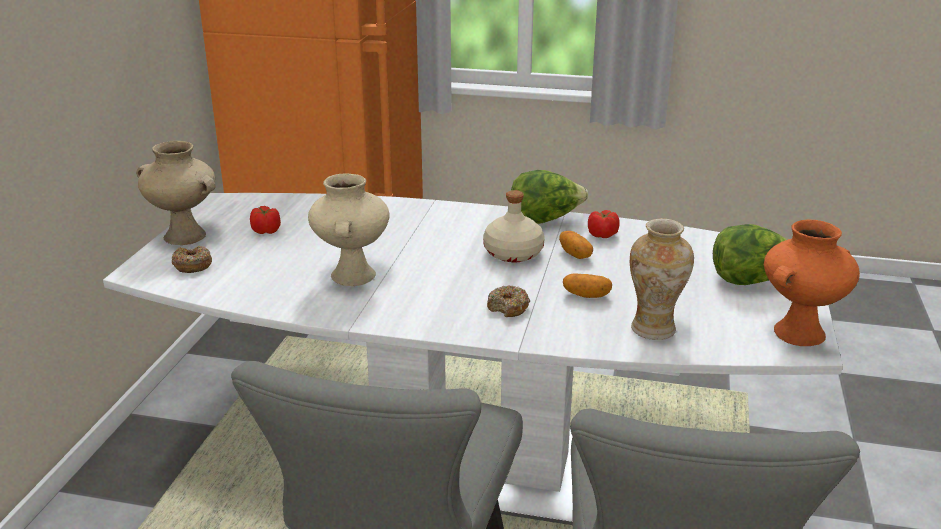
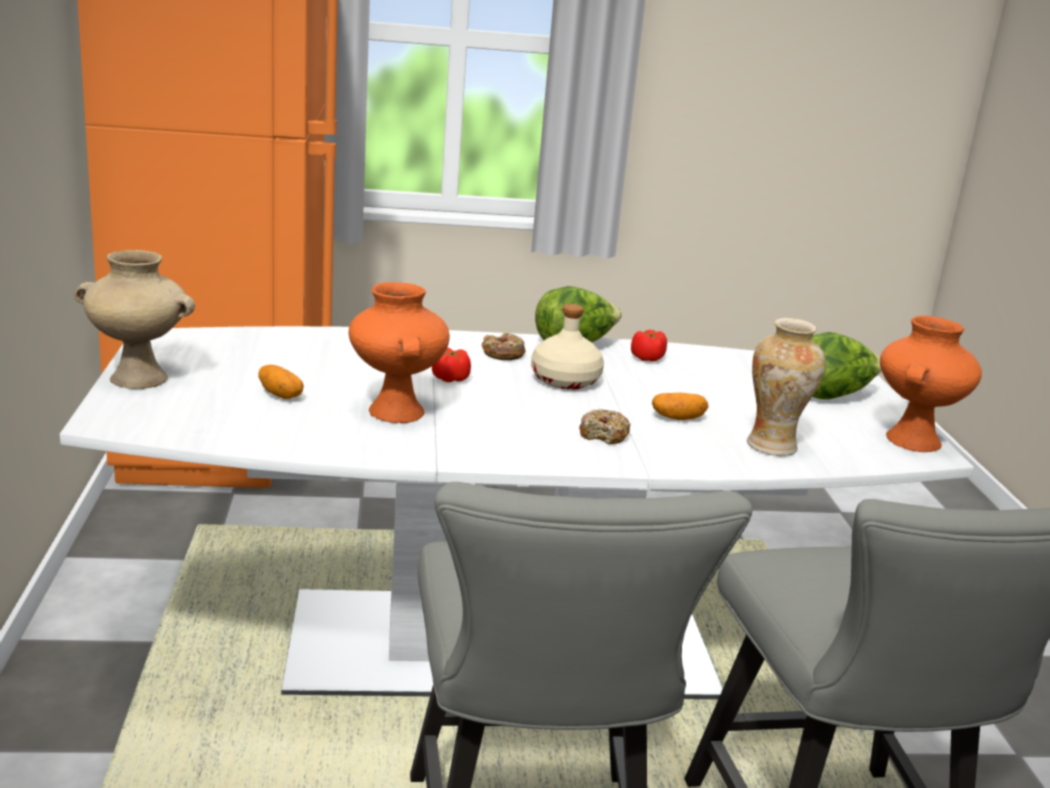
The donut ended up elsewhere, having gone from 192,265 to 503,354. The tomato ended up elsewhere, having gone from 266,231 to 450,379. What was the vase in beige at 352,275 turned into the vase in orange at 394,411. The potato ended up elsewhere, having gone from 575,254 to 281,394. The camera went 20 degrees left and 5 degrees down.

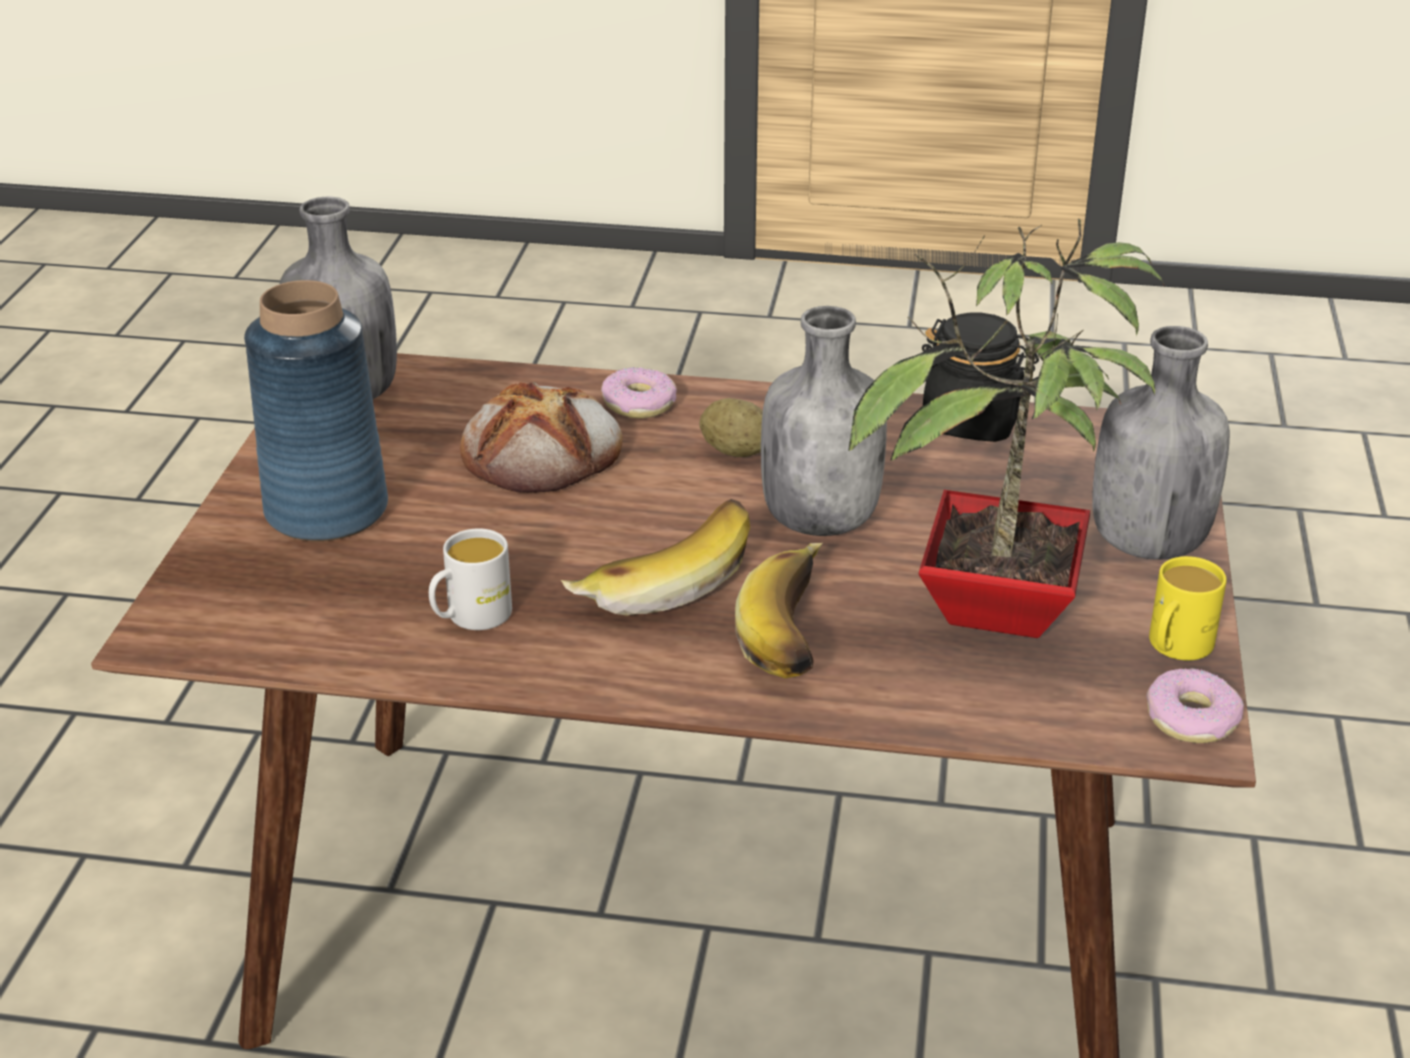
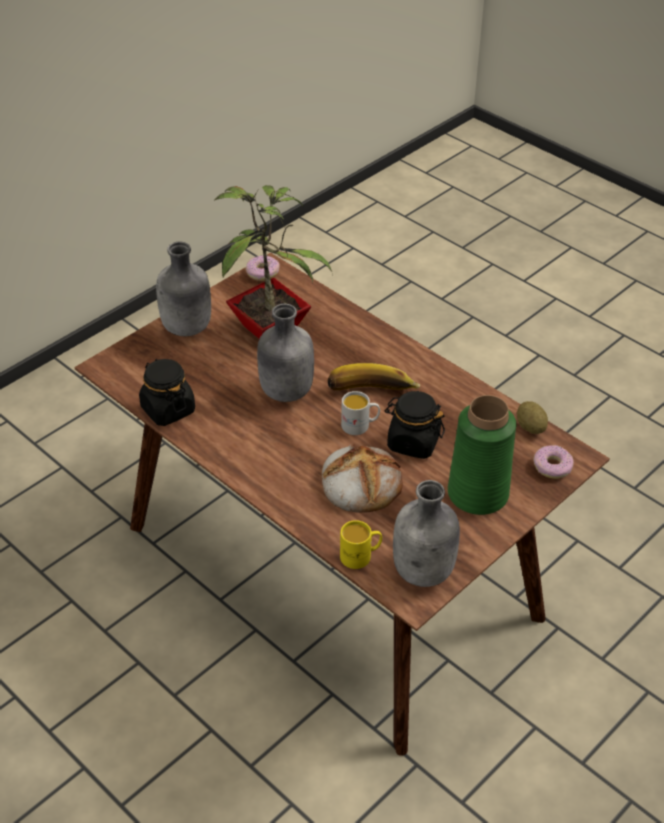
What was the vase in blue at 326,510 turned into the vase in green at 477,494. The mug in white ended up elsewhere, having gone from 470,617 to 360,425. The donut ended up elsewhere, having gone from 639,403 to 552,466. The potato ended up elsewhere, having gone from 736,451 to 530,427. The second view lost the banana at 800,635. The mug in yellow ended up elsewhere, having gone from 1175,648 to 361,556. The second view gained the jar in black at 413,442. The camera went 145 degrees left and 10 degrees up.

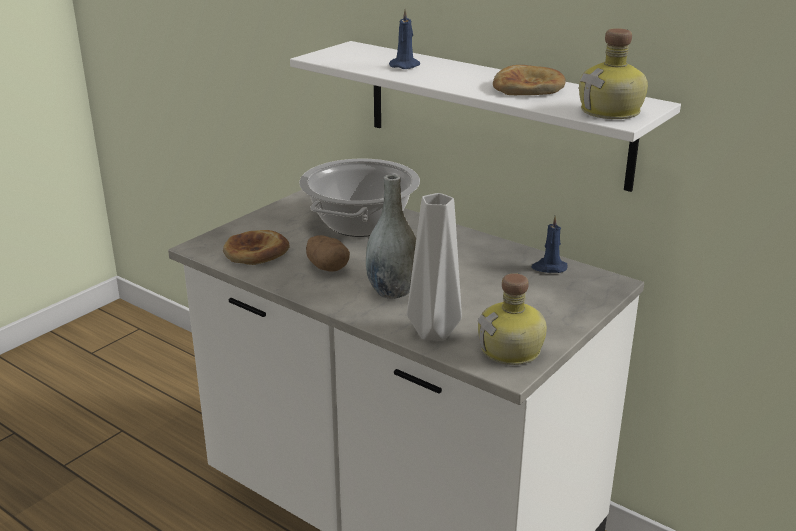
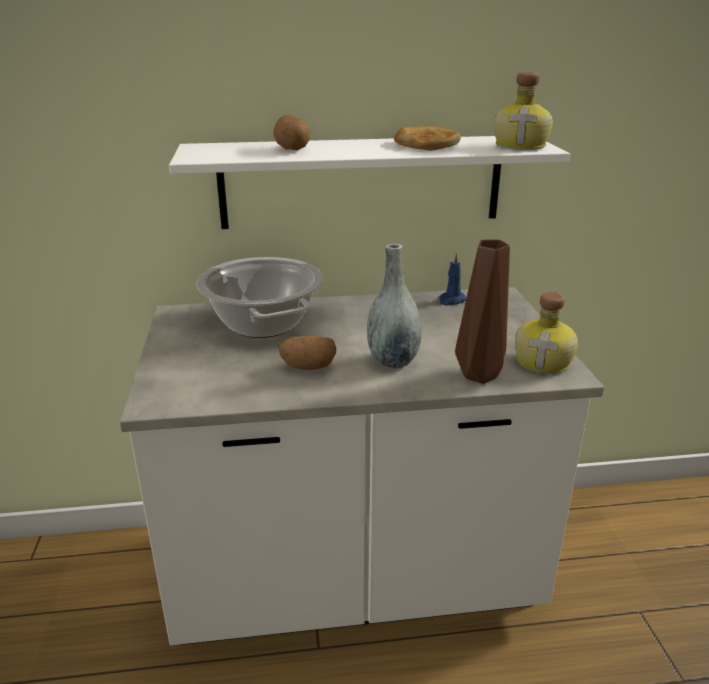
The second view lost the bread at 255,252. Where the candle in blue stood at 405,66, the potato came to stand at 293,149. What was the vase in grey at 434,334 turned into the vase in brown at 481,376. The camera went 45 degrees left and 0 degrees up.

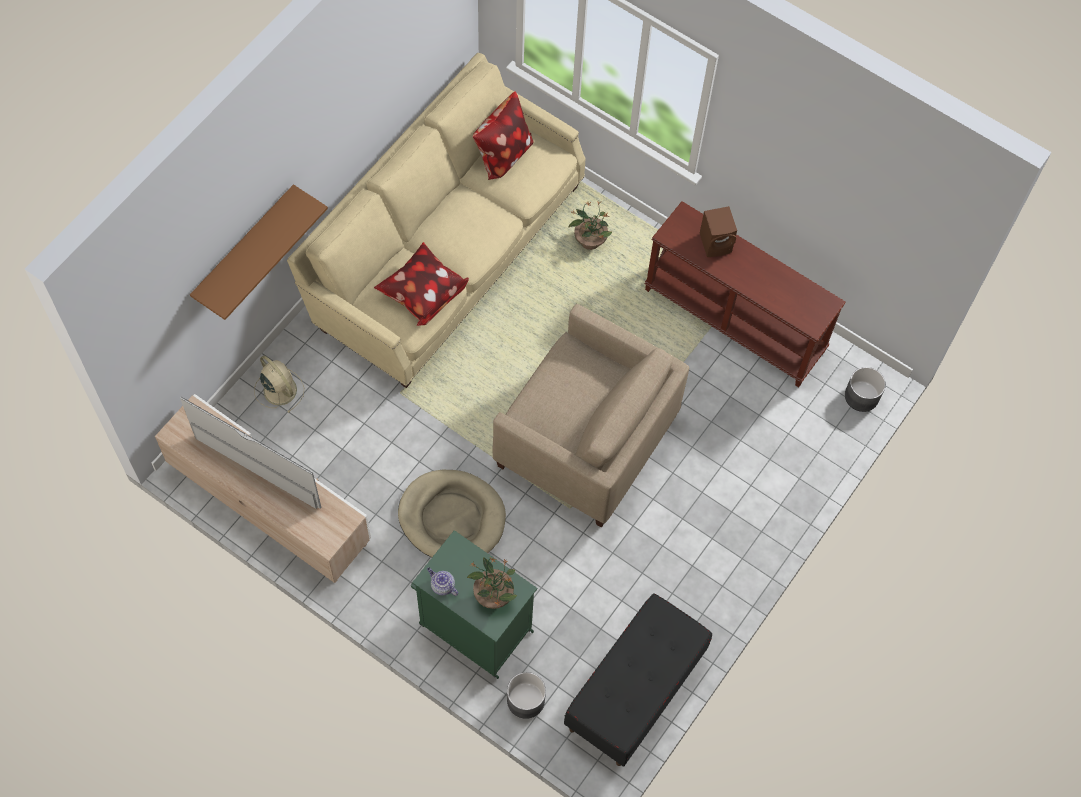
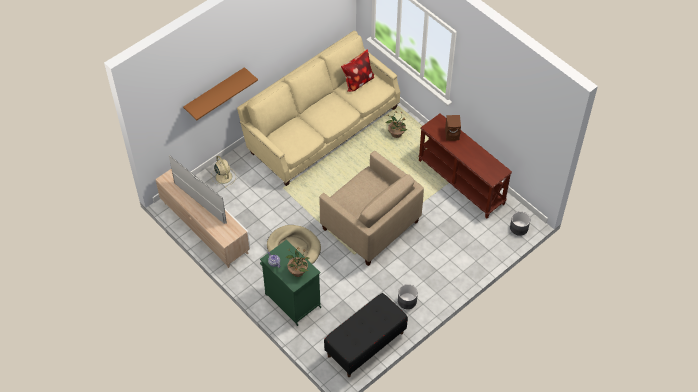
The second view lost the pillow at 422,294. The planter in grey ended up elsewhere, having gone from 525,700 to 407,301. The camera went 15 degrees right and 10 degrees down.

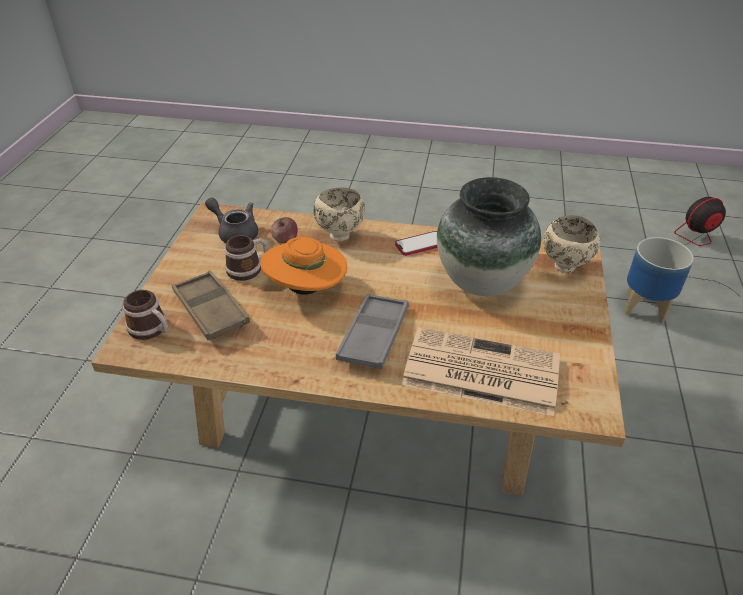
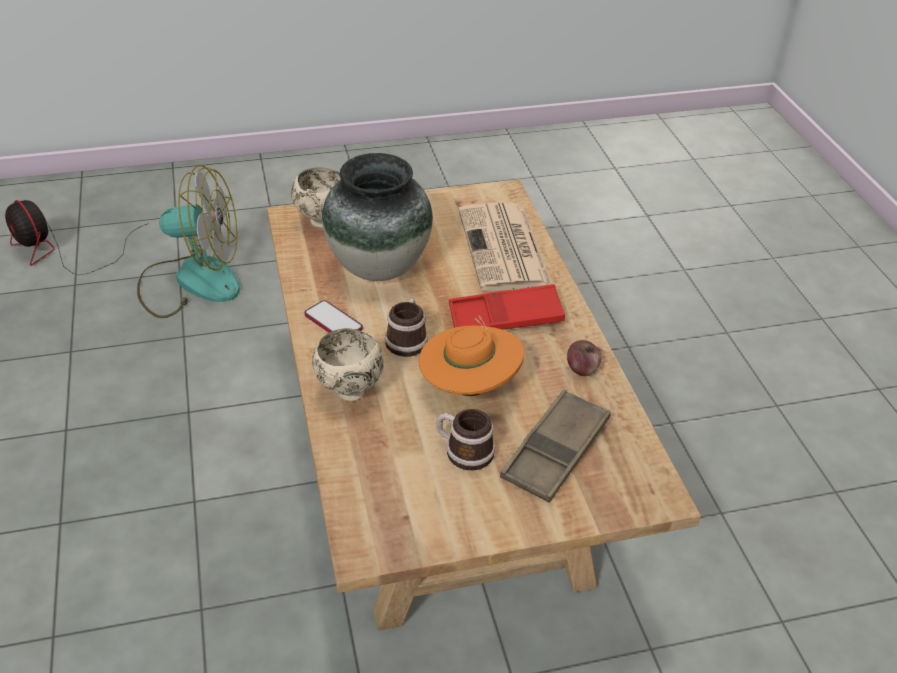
The mug ended up elsewhere, having gone from 152,330 to 407,339. The second view lost the teapot in grey at 235,233. The apple ended up elsewhere, having gone from 285,240 to 582,369. What was the tray in grey at 374,336 turned into the tray in red at 505,317. Where the planter stood at 645,307, the fan came to stand at 191,281. The camera went 115 degrees left and 0 degrees up.

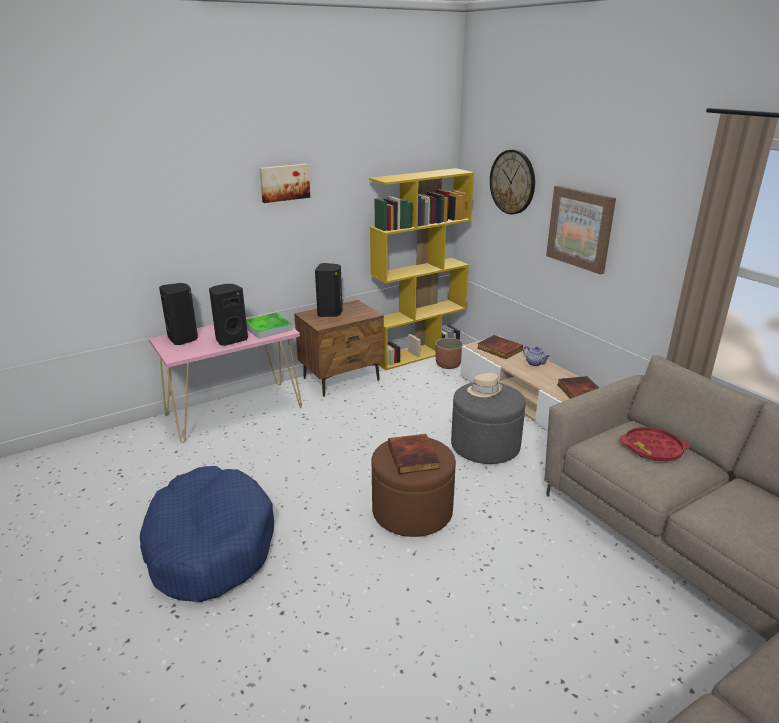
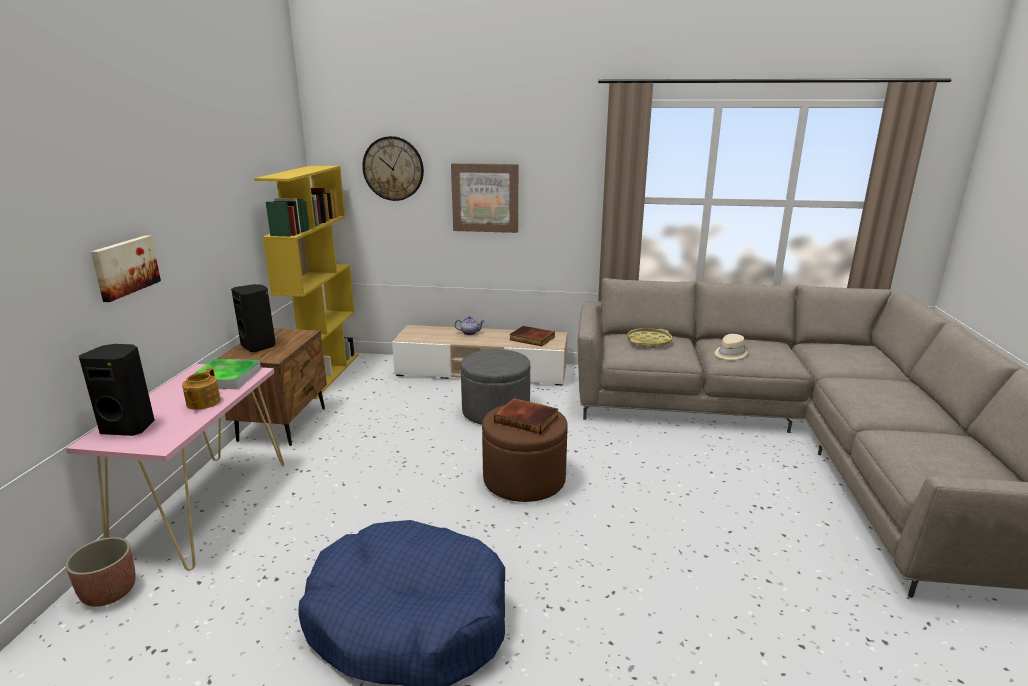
Where the speaker in black stood at 231,340, the teapot came to stand at 202,403. The picture ended up elsewhere, having gone from 284,182 to 124,267. The planter ended up elsewhere, having gone from 448,365 to 109,592. The hat in beige ended up elsewhere, having gone from 484,390 to 730,353. The second view lost the book at 499,349. What was the tray in red at 652,449 turned into the tray in yellow at 649,342. The camera went 50 degrees left and 5 degrees down.

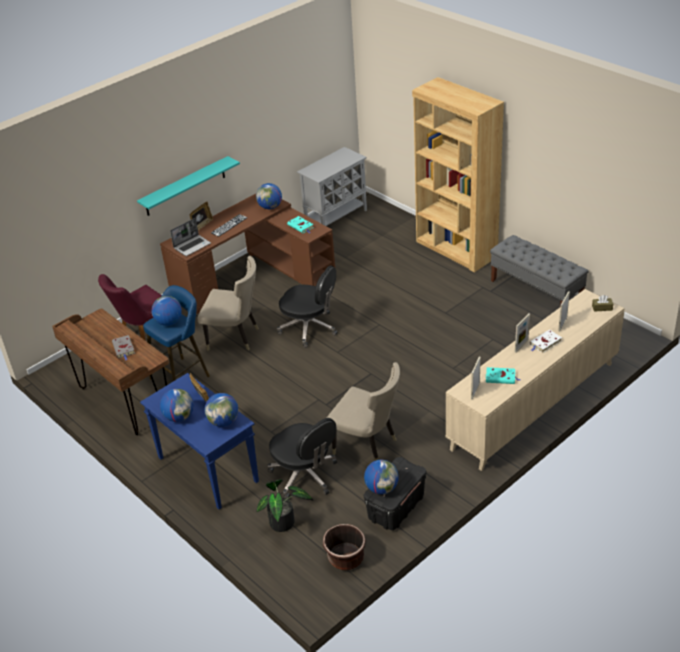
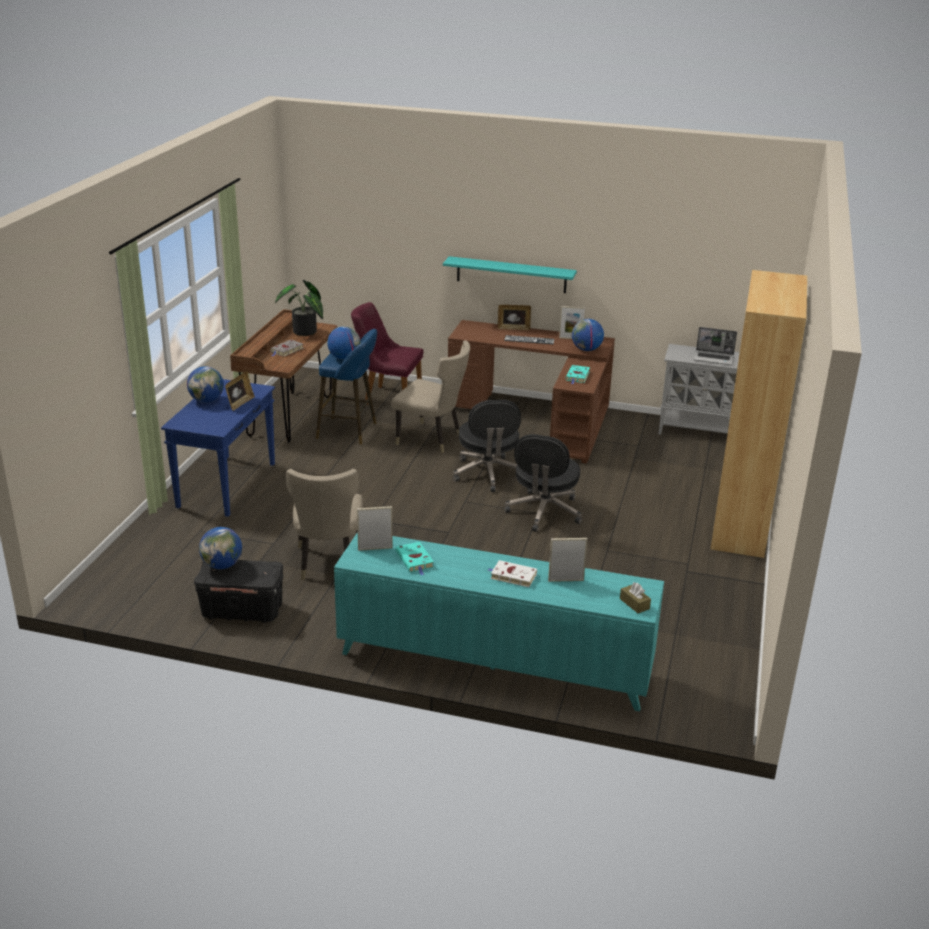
The laptop ended up elsewhere, having gone from 192,246 to 714,358. The chair in beige at 235,337 ended up facing another way, 45 degrees counterclockwise from before. The second view lost the globe at 223,422. The potted plant ended up elsewhere, having gone from 285,523 to 305,333. The office chair in black ended up elsewhere, having gone from 305,476 to 544,512. The second view lost the planter in brown at 345,558. What was the cabinet in beige at 534,405 turned into the cabinet in turquoise at 494,664. The second view lost the bench in grey at 536,291. The picture frame ended up elsewhere, having gone from 521,346 to 571,338. The camera went 55 degrees right and 10 degrees down.

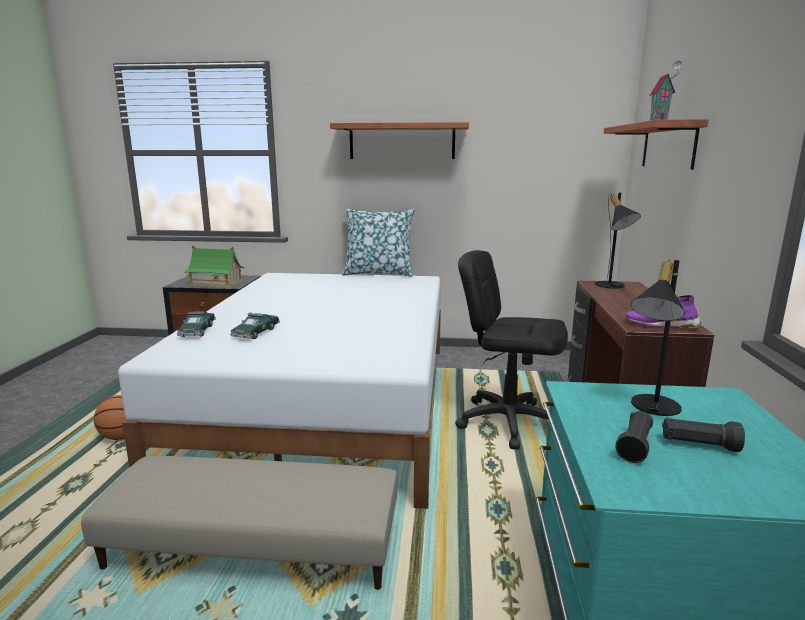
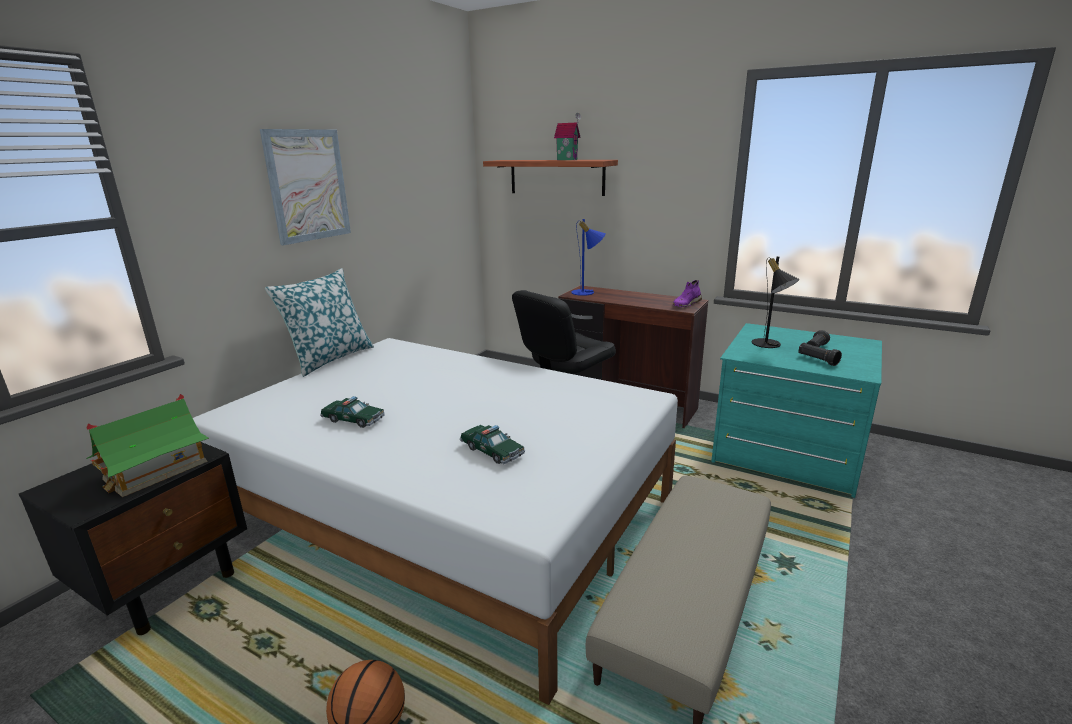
The toy car ended up elsewhere, having gone from 197,331 to 353,420. Where the shelf hung at 402,141, the picture came to hang at 308,185. What was the table lamp in black at 612,286 turned into the table lamp in blue at 587,293. The camera went 65 degrees left and 5 degrees up.

